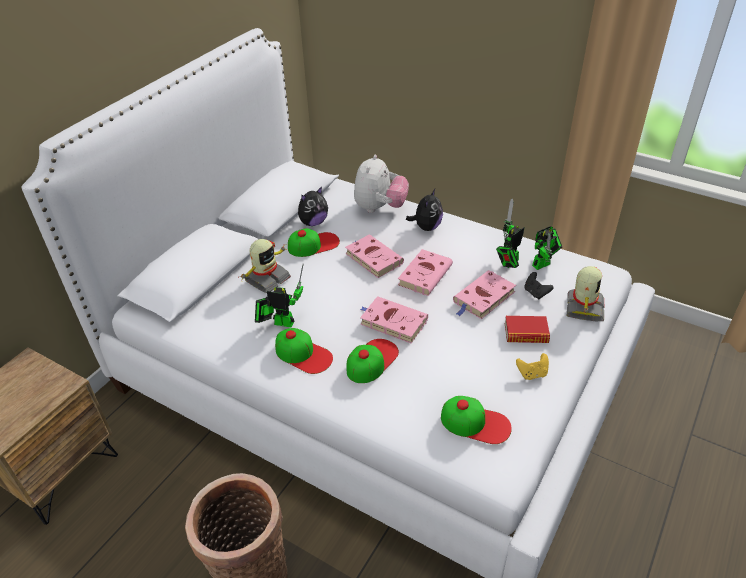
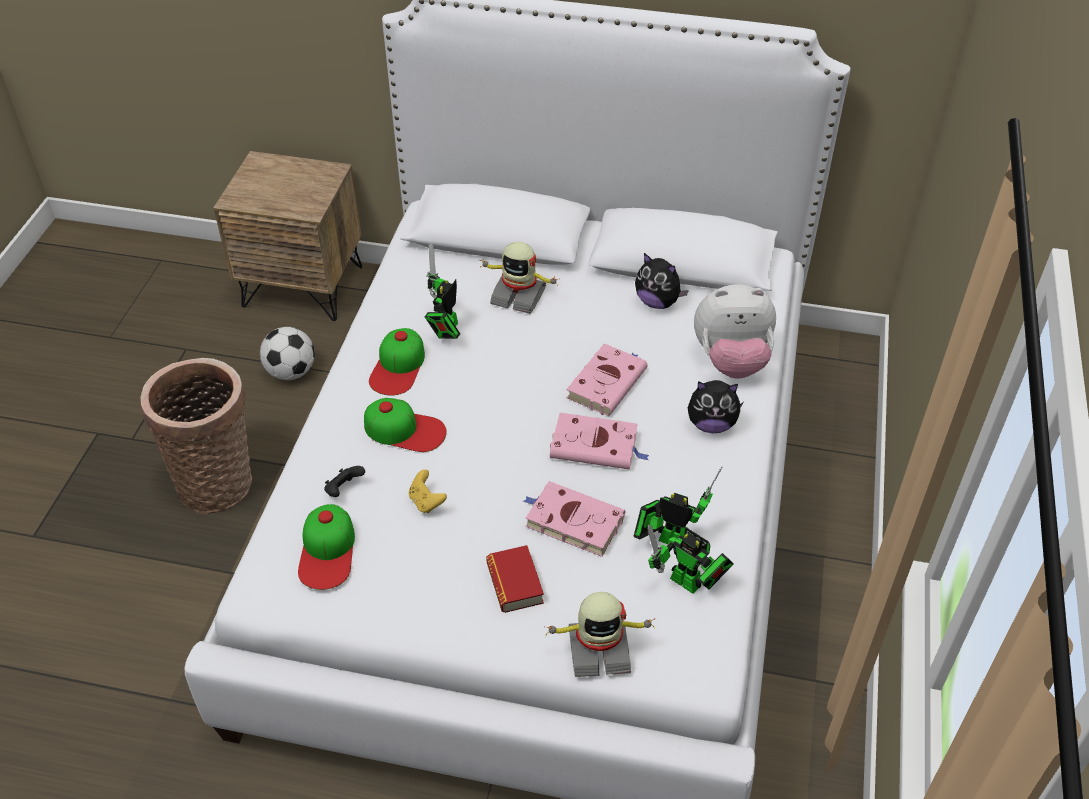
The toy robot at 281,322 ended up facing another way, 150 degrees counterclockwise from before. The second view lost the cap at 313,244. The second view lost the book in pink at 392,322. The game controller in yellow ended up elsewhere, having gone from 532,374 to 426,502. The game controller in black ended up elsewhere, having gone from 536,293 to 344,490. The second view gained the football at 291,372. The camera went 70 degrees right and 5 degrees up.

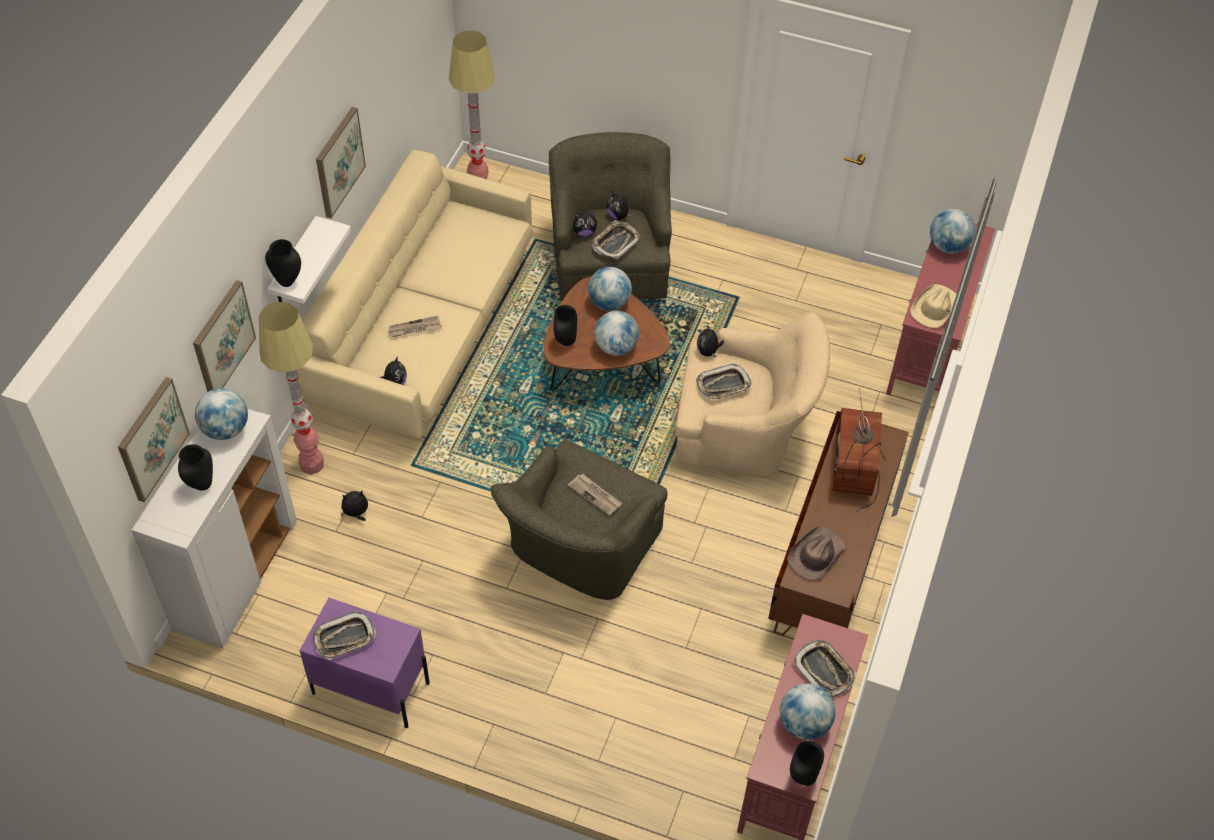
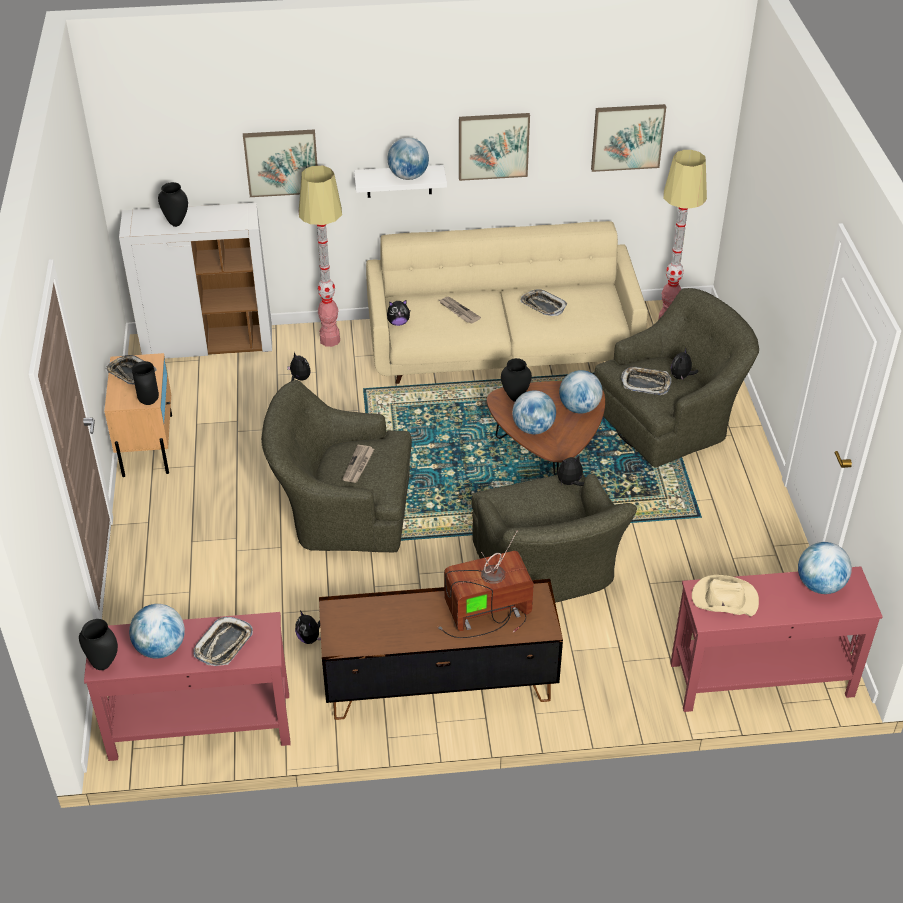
The picture ended up elsewhere, having gone from 152,439 to 627,137. The globe ended up elsewhere, having gone from 226,429 to 408,176. The vase in black ended up elsewhere, having gone from 288,281 to 149,401. What was the nightstand in purple at 370,687 turned into the nightstand in beige at 148,444. The plush toy ended up elsewhere, having gone from 584,232 to 309,638. What was the armchair in beige at 745,430 turned into the armchair in green at 546,574. The tray ended up elsewhere, having gone from 723,385 to 543,306. The second view lost the hat in brown at 816,555. The camera went 65 degrees right and 10 degrees down.

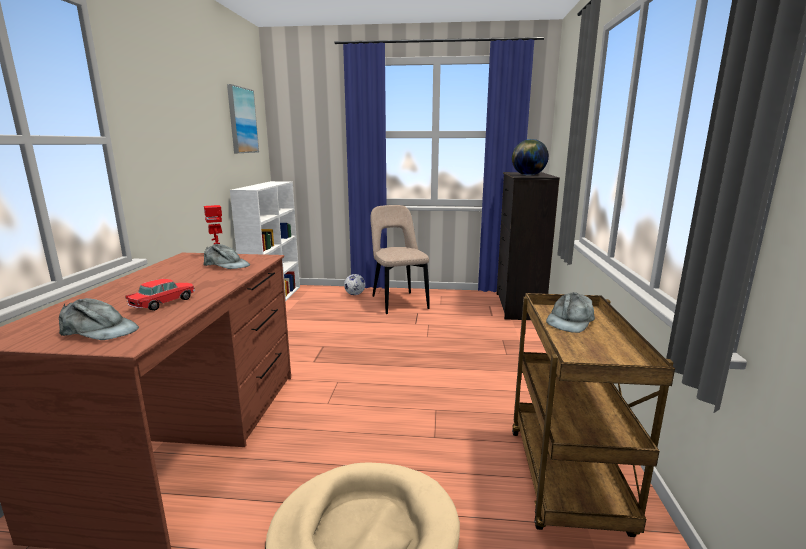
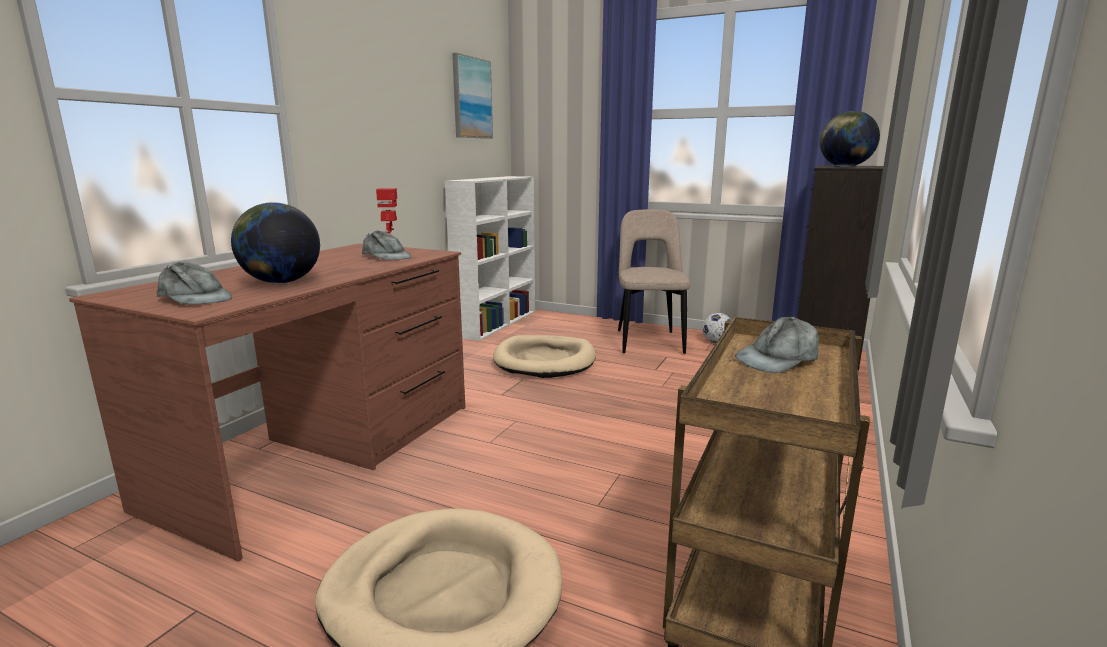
Where the toy car stood at 164,303, the globe came to stand at 281,282. The football ended up elsewhere, having gone from 355,294 to 716,342. The second view gained the dog bed in beige at 545,360. The camera went 20 degrees right and 0 degrees up.

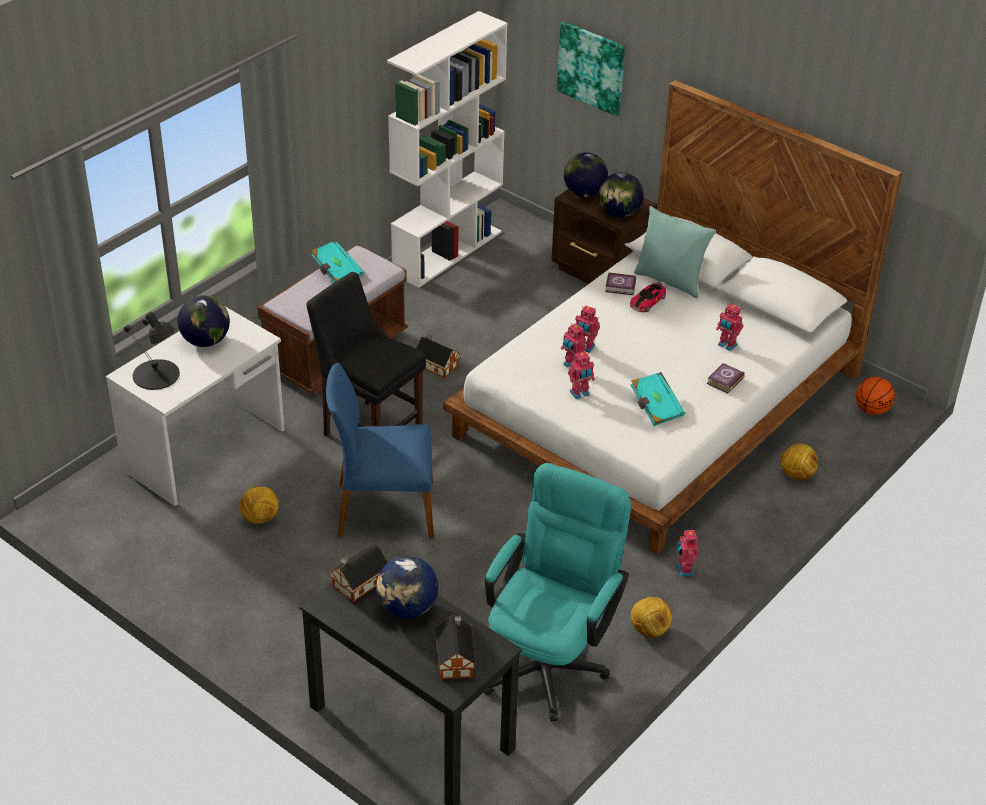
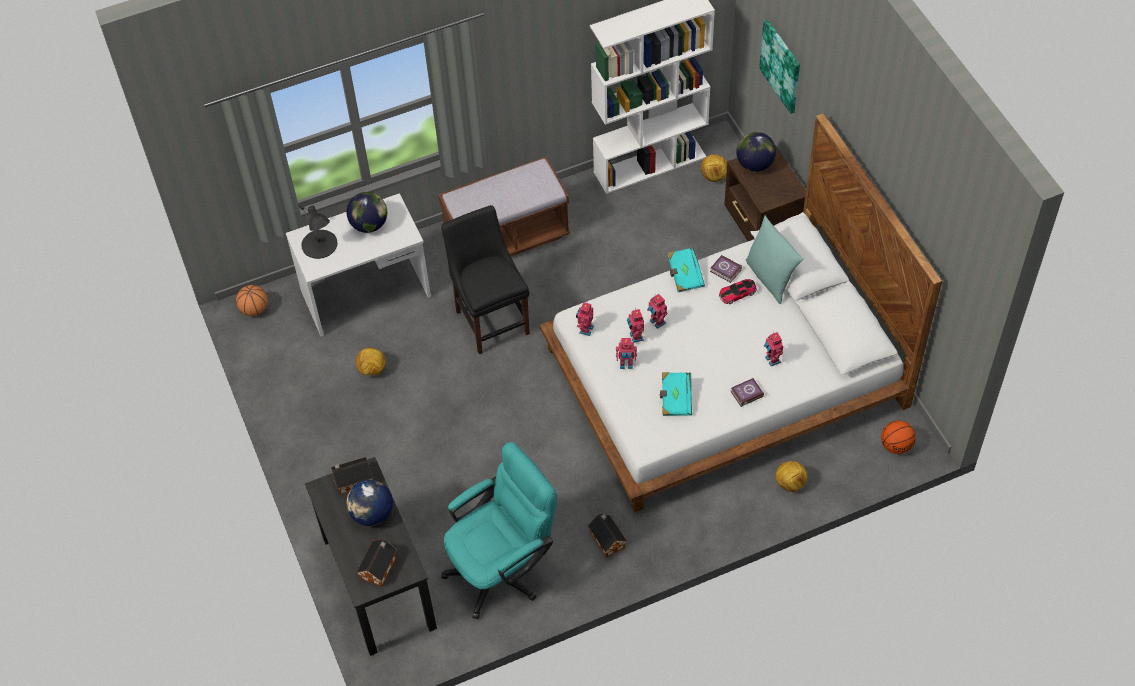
The book in turquoise ended up elsewhere, having gone from 336,272 to 684,275. The second view lost the chair in blue at 384,509. The toy house ended up elsewhere, having gone from 436,365 to 607,539. The second view lost the globe at 619,214. The football ended up elsewhere, having gone from 649,630 to 713,176. The toy robot ended up elsewhere, having gone from 684,570 to 585,329. The second view gained the basketball at 254,309. The camera went 30 degrees right and 15 degrees up.

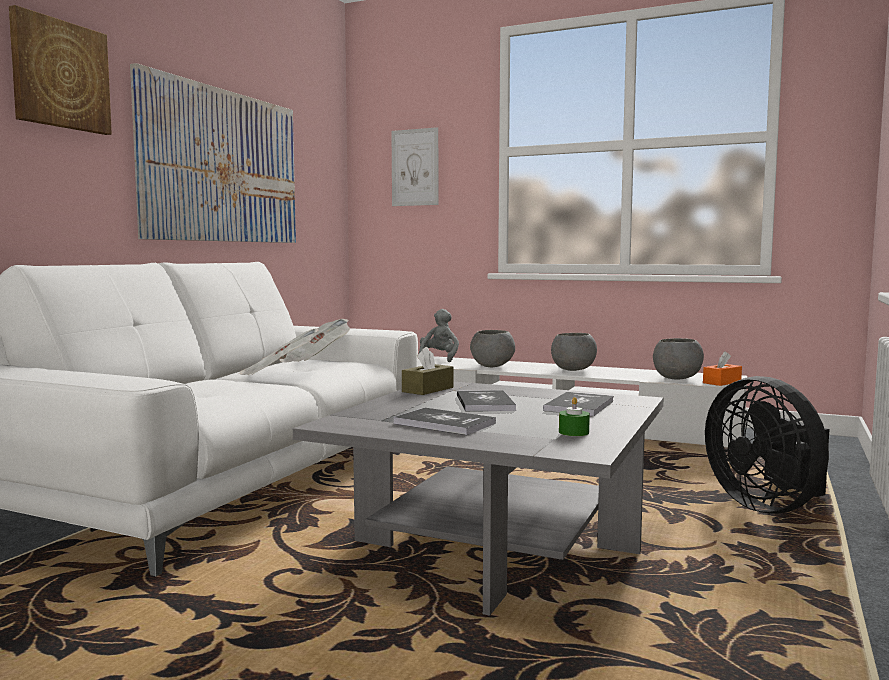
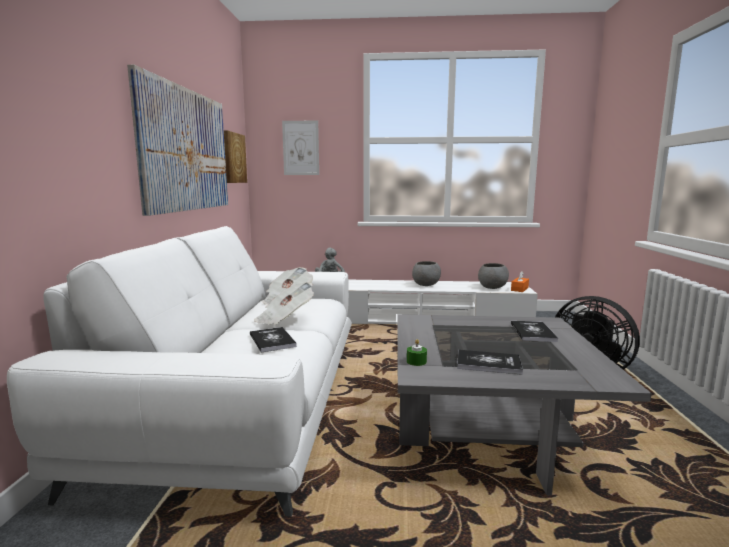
The picture ended up elsewhere, having gone from 60,75 to 233,158. The second view lost the tissue box in brown at 428,389. The book ended up elsewhere, having gone from 485,403 to 272,340. The second view lost the bowl in grey at 492,366. The candle in green ended up elsewhere, having gone from 573,432 to 416,361. The camera went 20 degrees left and 5 degrees up.

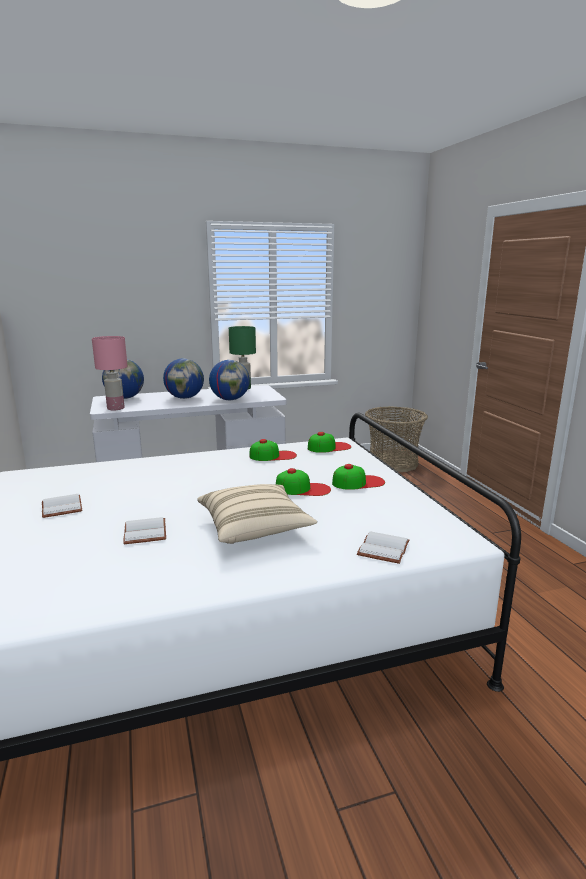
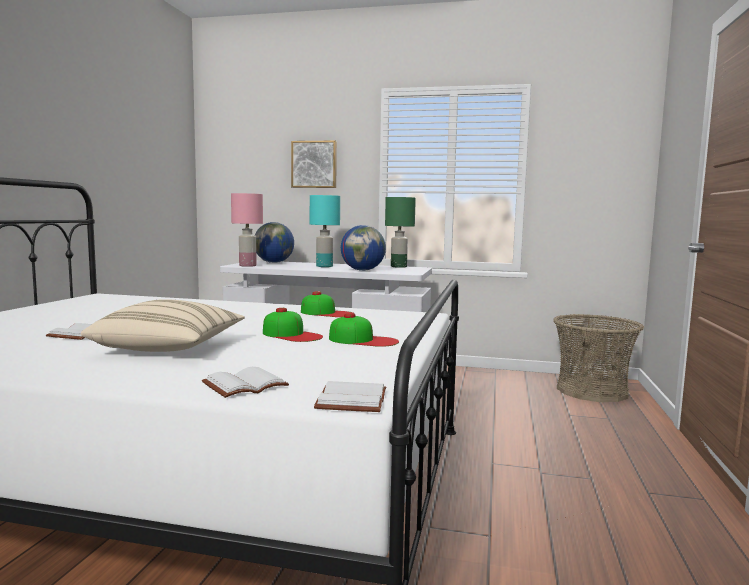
The book in white ended up elsewhere, having gone from 60,507 to 350,399. Where the globe stood at 185,398, the table lamp in turquoise came to stand at 324,266. The second view lost the cap at 329,447. The second view gained the picture at 314,164. The camera went 30 degrees right and 10 degrees down.

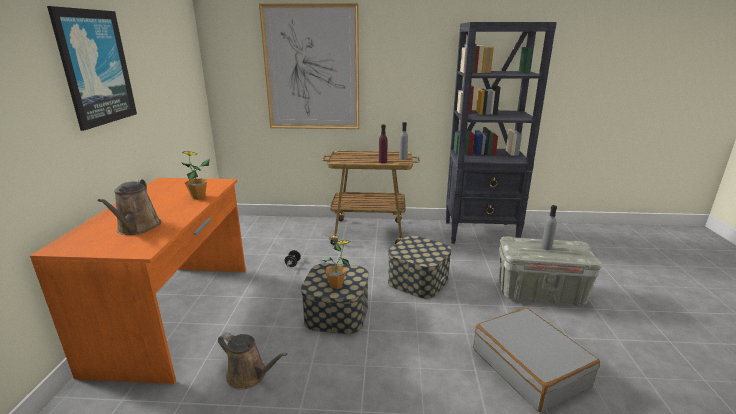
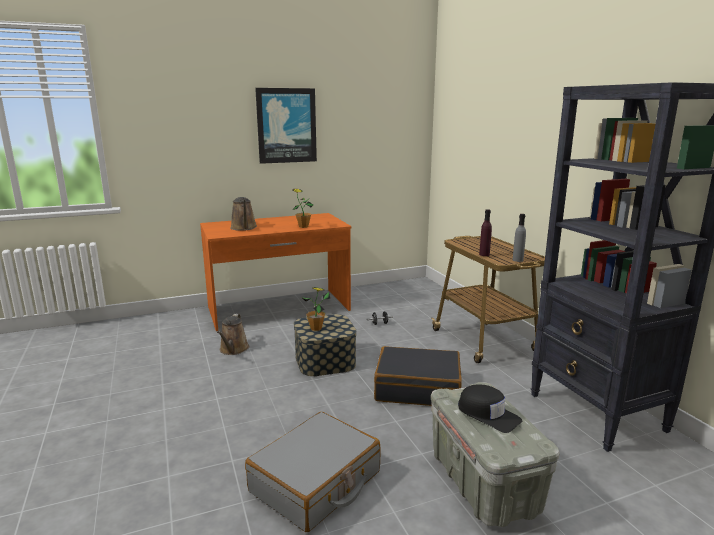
The watering can in brown at 137,228 ended up facing another way, 75 degrees counterclockwise from before. The second view lost the picture at 312,69. Where the storage box stood at 418,280, the suitcase in black came to stand at 417,388. Where the bottle in grey stood at 546,248, the cap in black came to stand at 488,414. The camera went 65 degrees right and 5 degrees down.

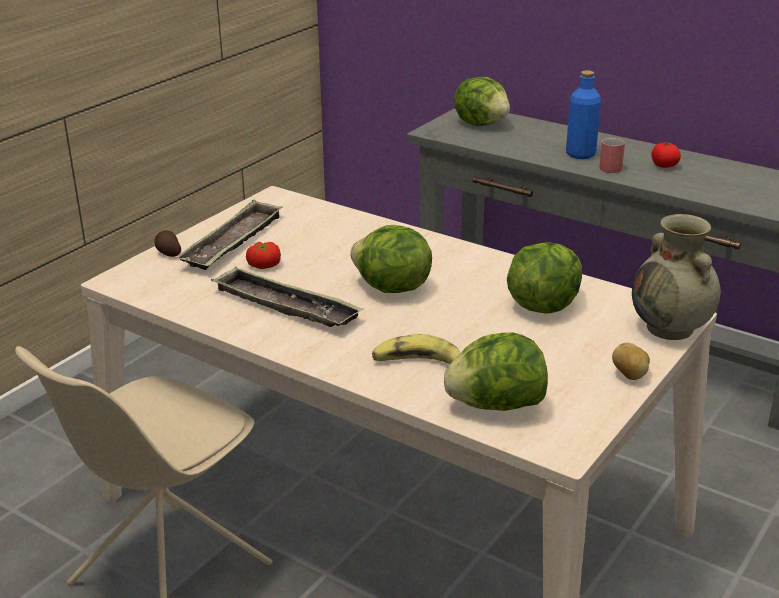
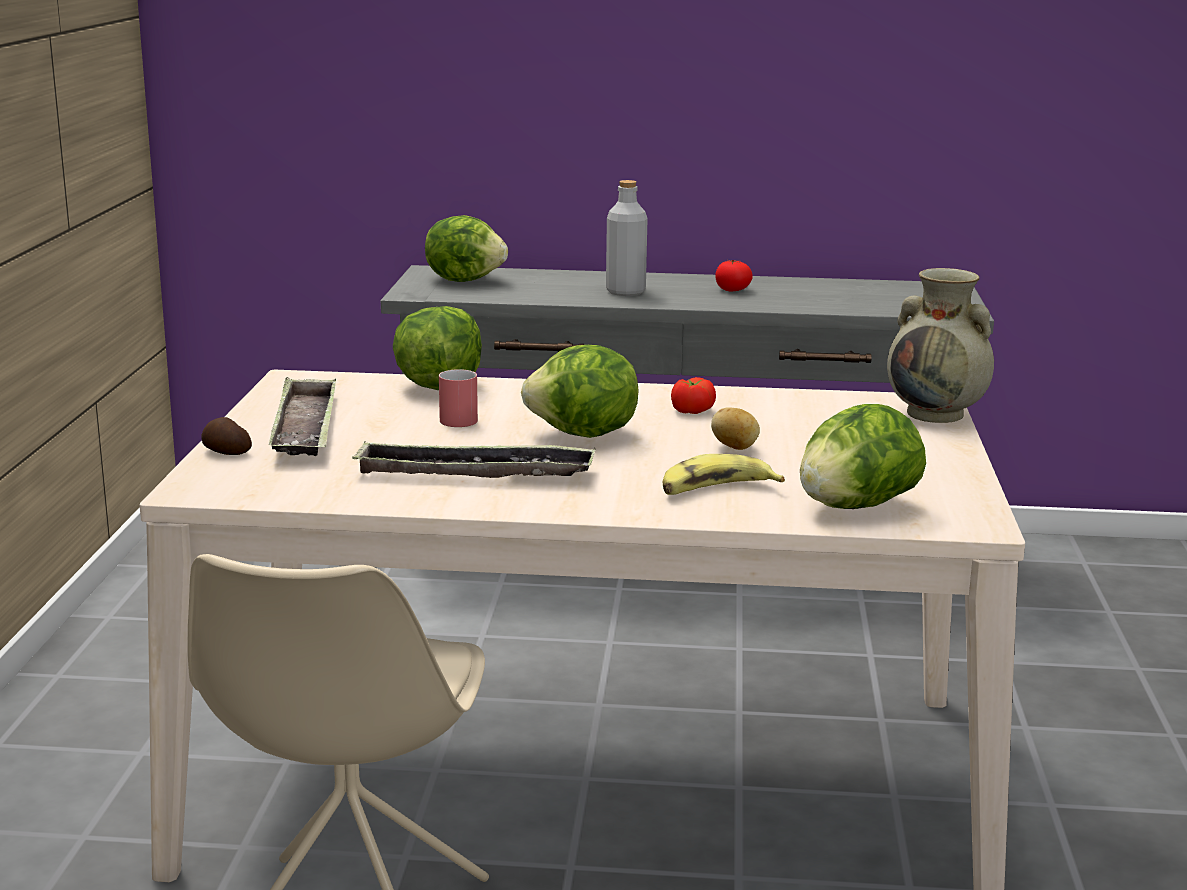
The tomato ended up elsewhere, having gone from 264,265 to 691,410. The lettuce ended up elsewhere, having gone from 542,305 to 439,386. What was the bottle in blue at 580,154 turned into the bottle in grey at 625,292. The mug in red ended up elsewhere, having gone from 612,166 to 458,418. The potato ended up elsewhere, having gone from 630,375 to 735,447. The camera went 30 degrees left and 10 degrees down.

